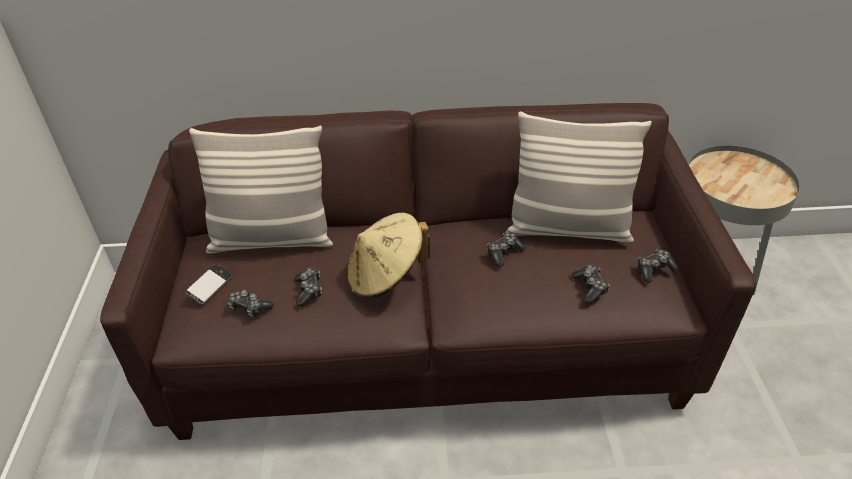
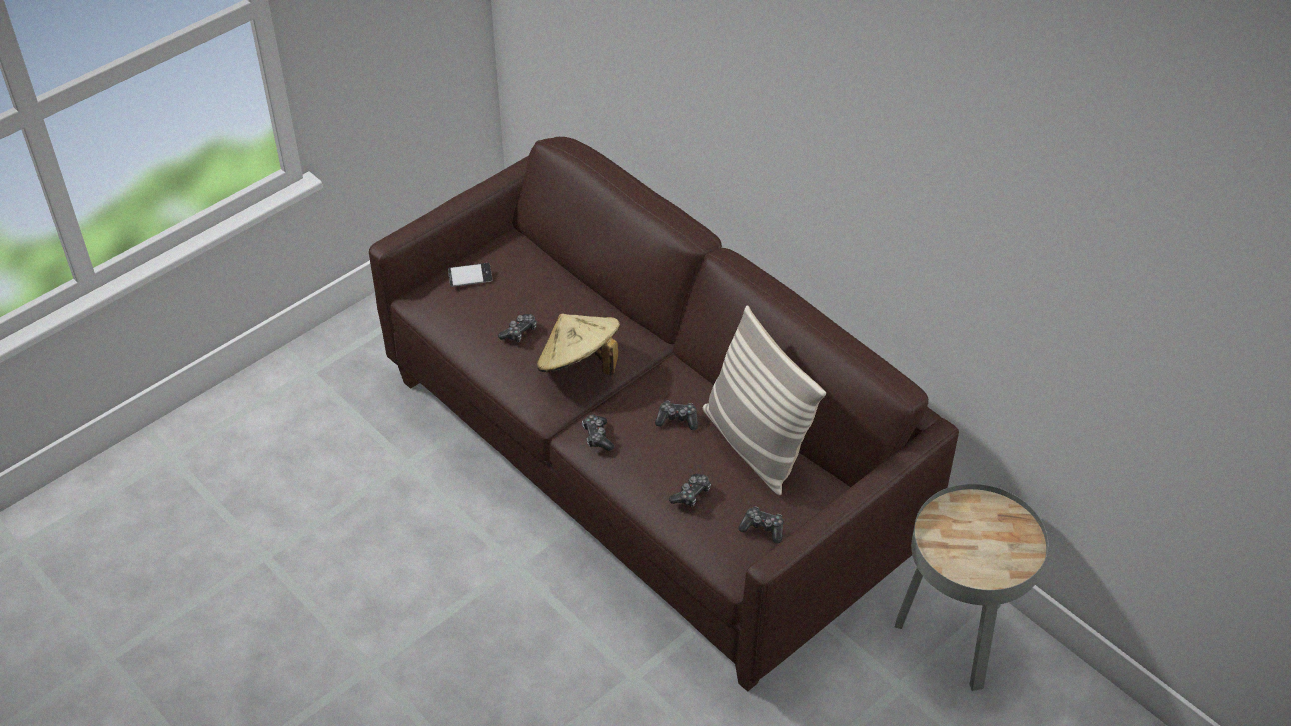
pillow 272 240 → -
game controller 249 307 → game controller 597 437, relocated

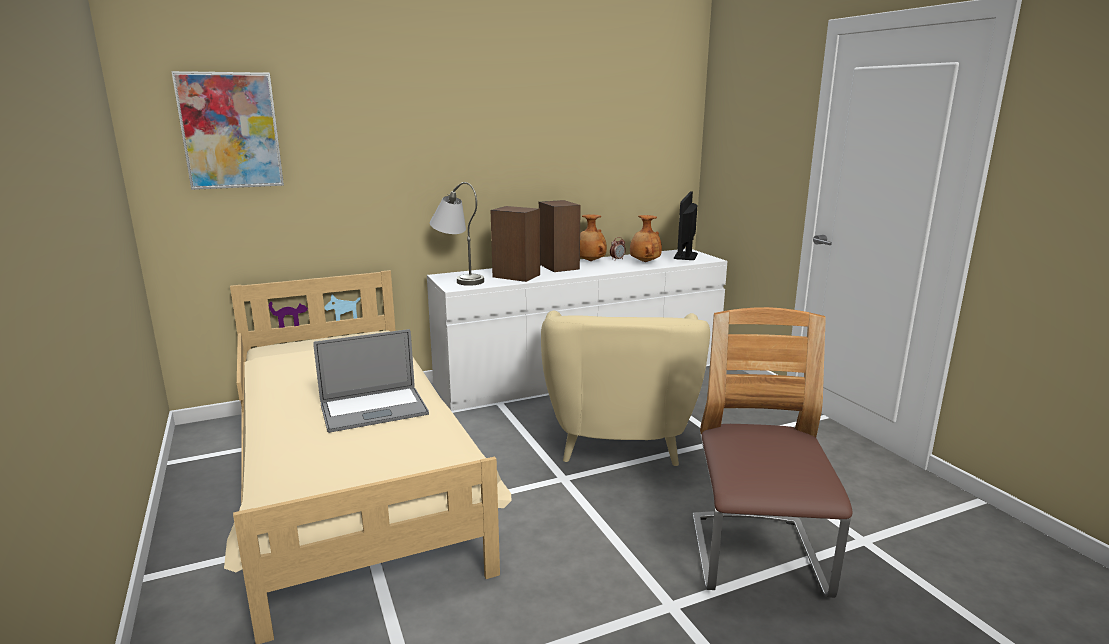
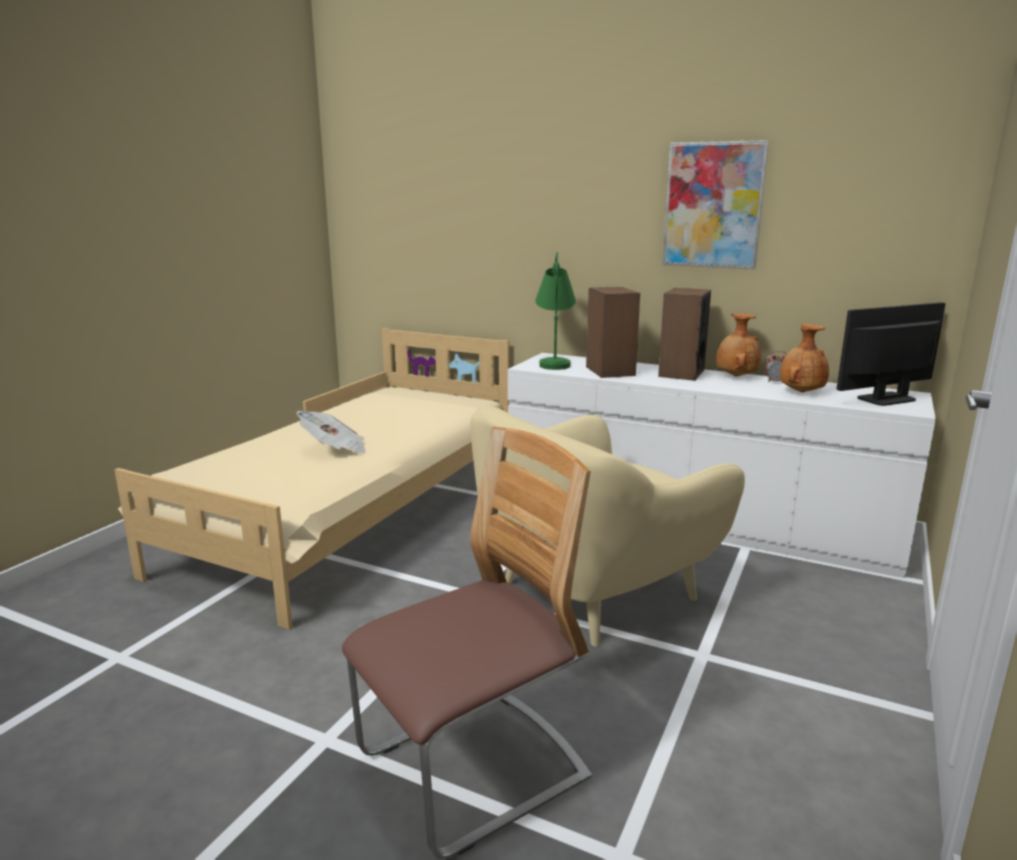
picture 230 131 → picture 713 205, relocated
laptop 374 409 → newspaper 335 449
grey table lamp 458 278 → green table lamp 555 361

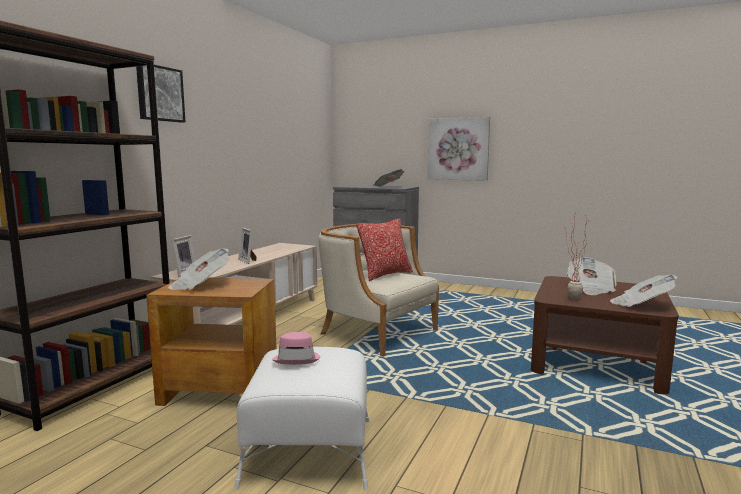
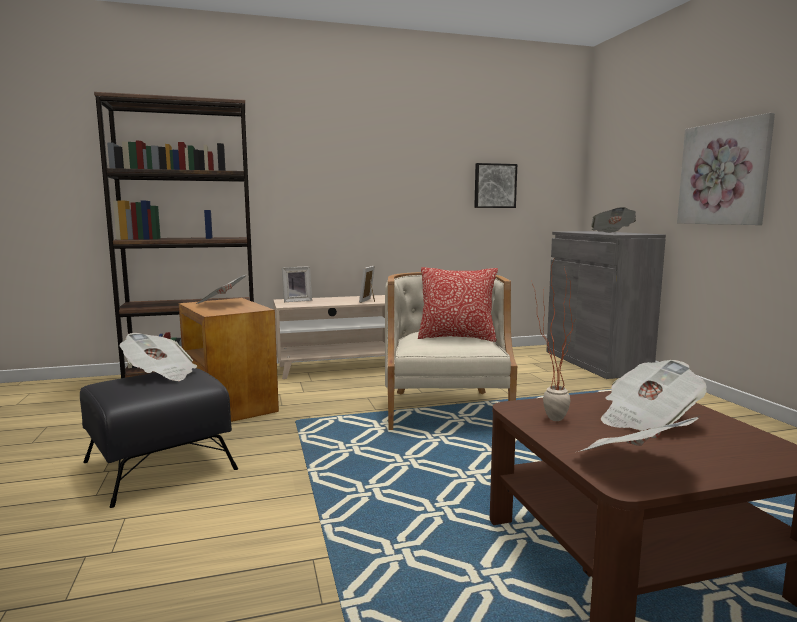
picture 159 94 → picture 494 186, relocated
pink hat 297 359 → newspaper 161 374
white ottoman 310 450 → black ottoman 161 465

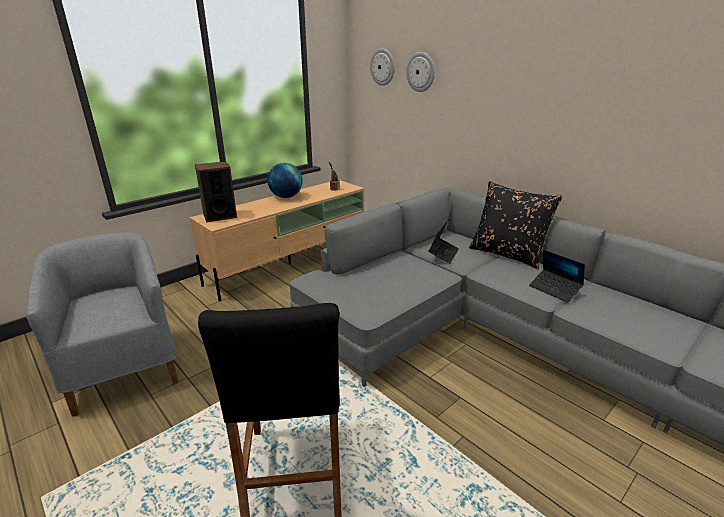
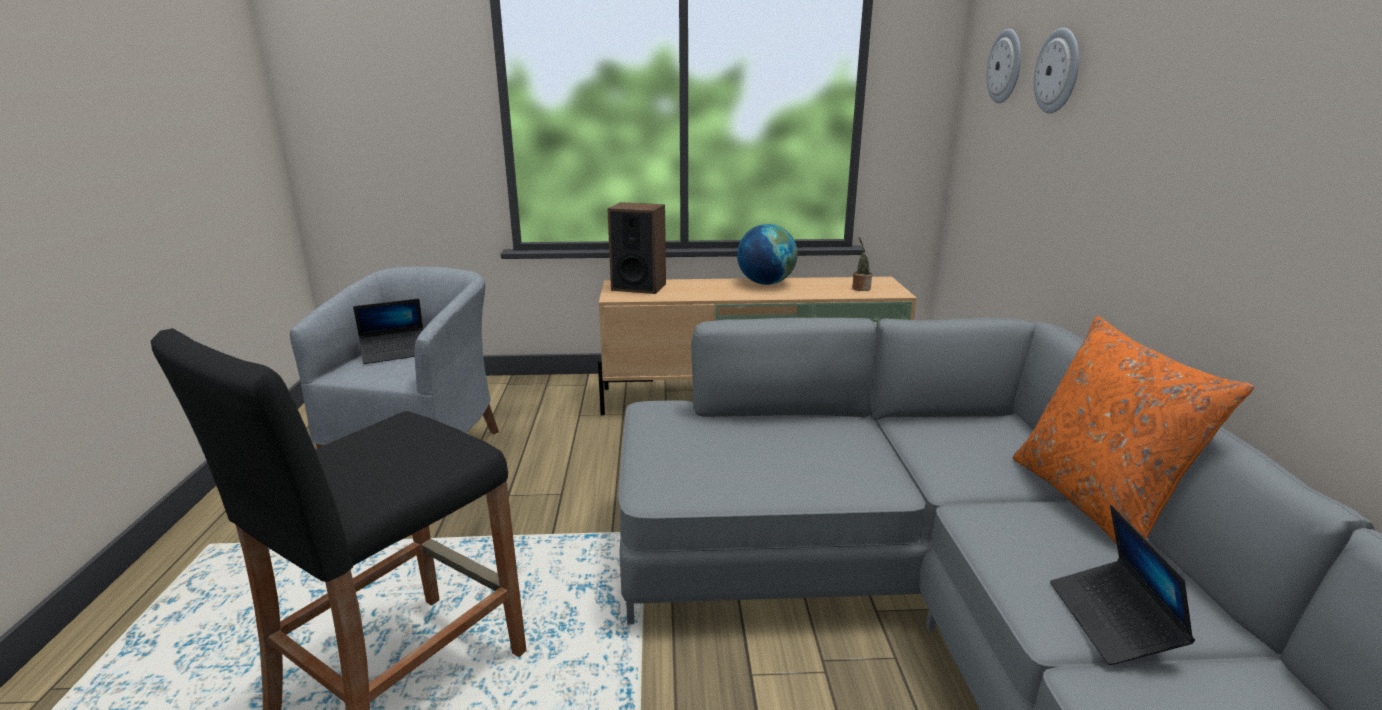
laptop 443 253 → laptop 395 353, relocated
black pillow 507 254 → orange pillow 1095 502

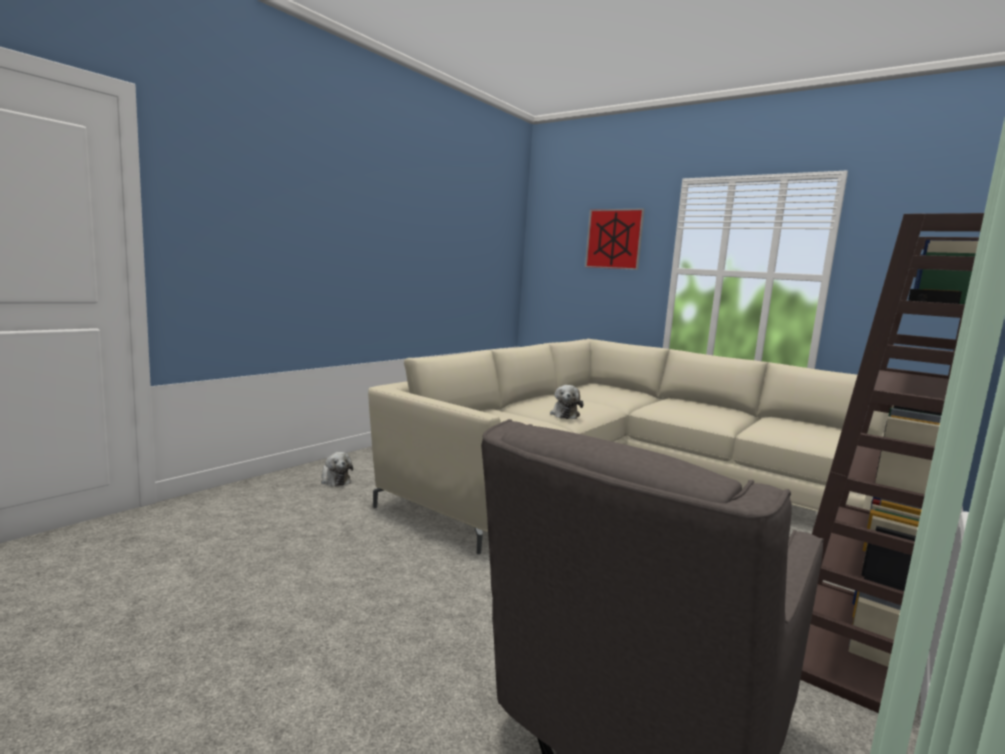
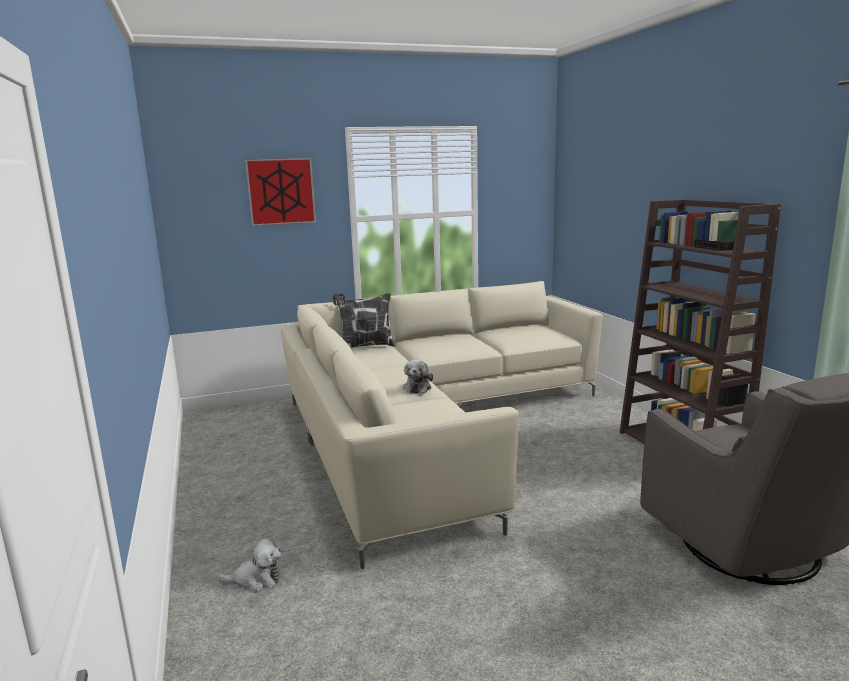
- → pillow 365 346
plush toy 564 414 → plush toy 417 387, 60 degrees clockwise

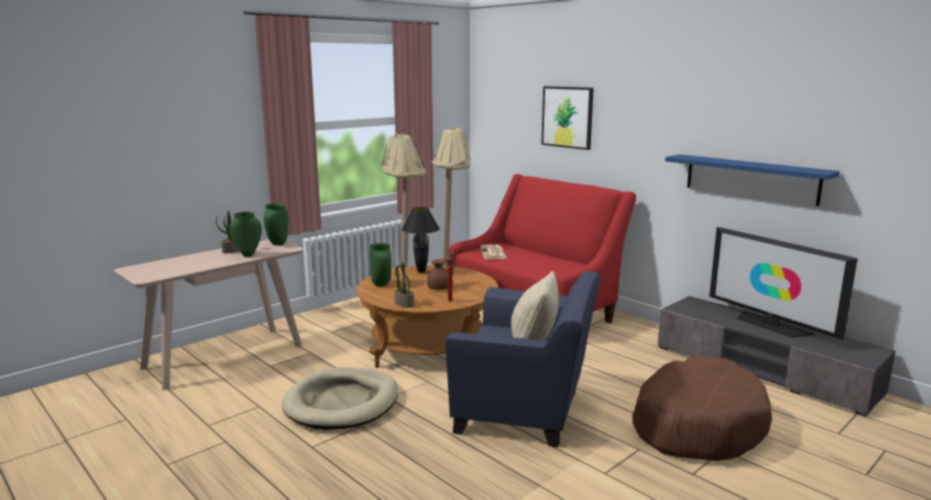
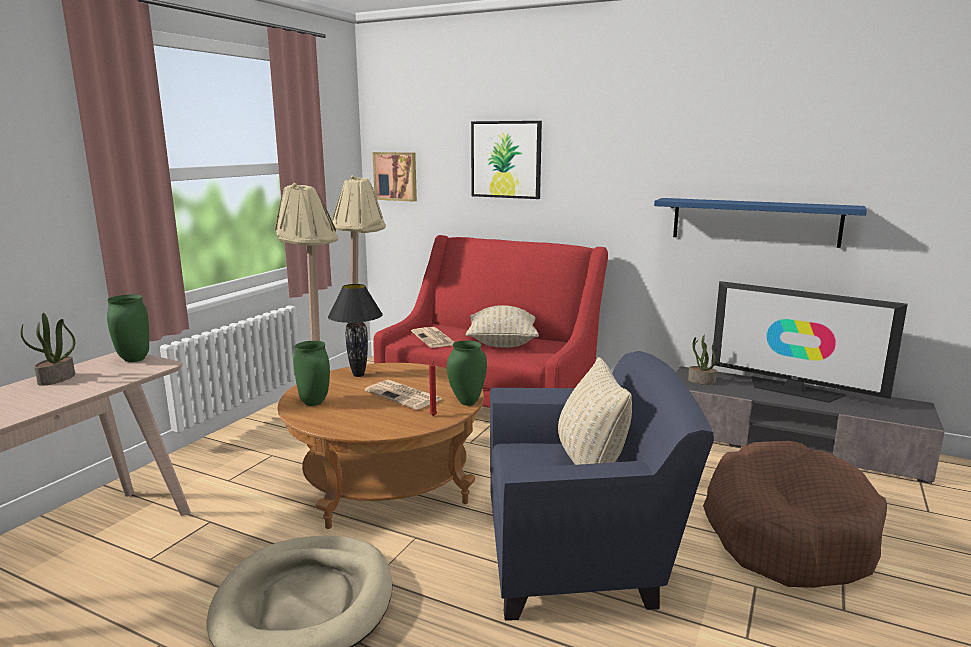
- → picture 396 176
- → beige pillow 502 344
green vase 248 255 → green vase 467 402, relocated
potted plant 404 304 → potted plant 701 381, relocated
brown teapot 441 287 → newspaper 404 395

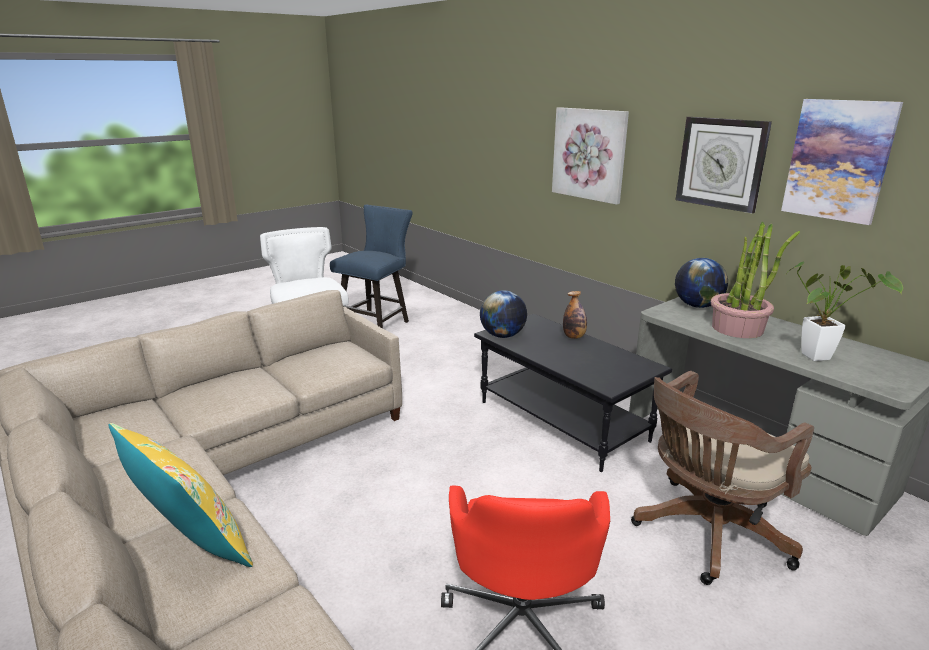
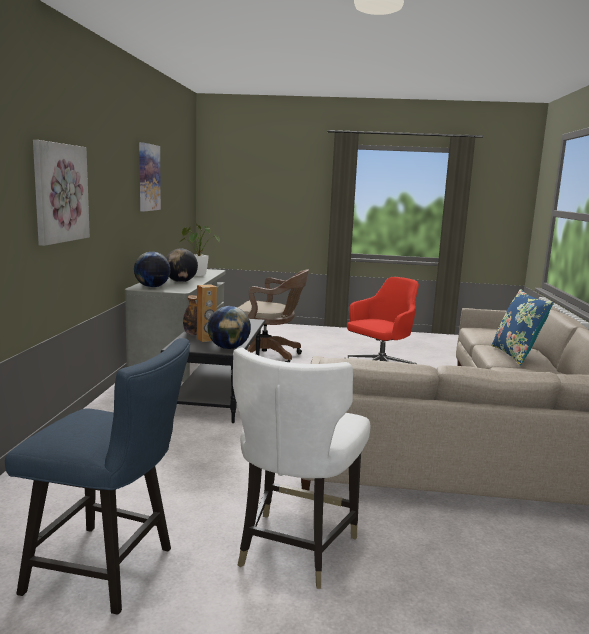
wall clock 721 163 → -
- → brown speaker 206 339
potted plant 738 328 → globe 181 282
yellow pillow 192 546 → blue pillow 516 355
blue chair 377 323 → blue chair 110 571, 150 degrees counterclockwise

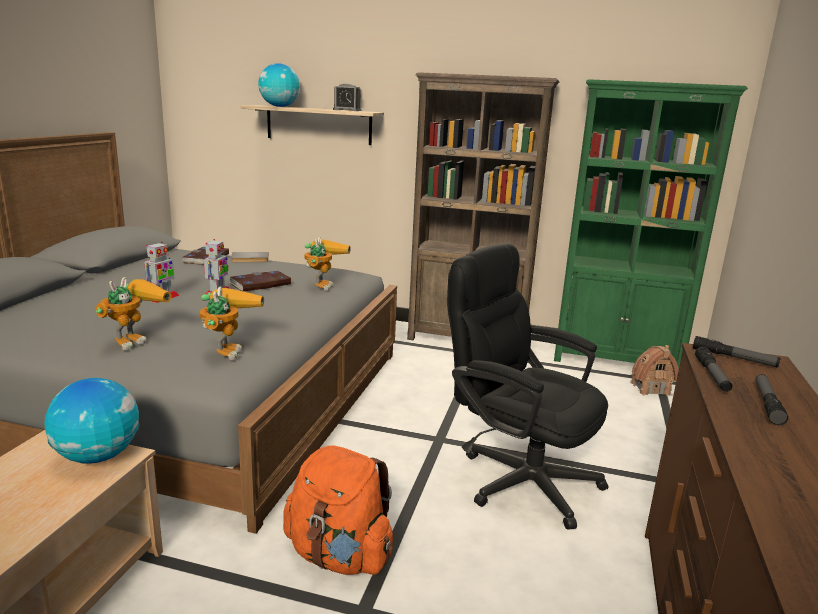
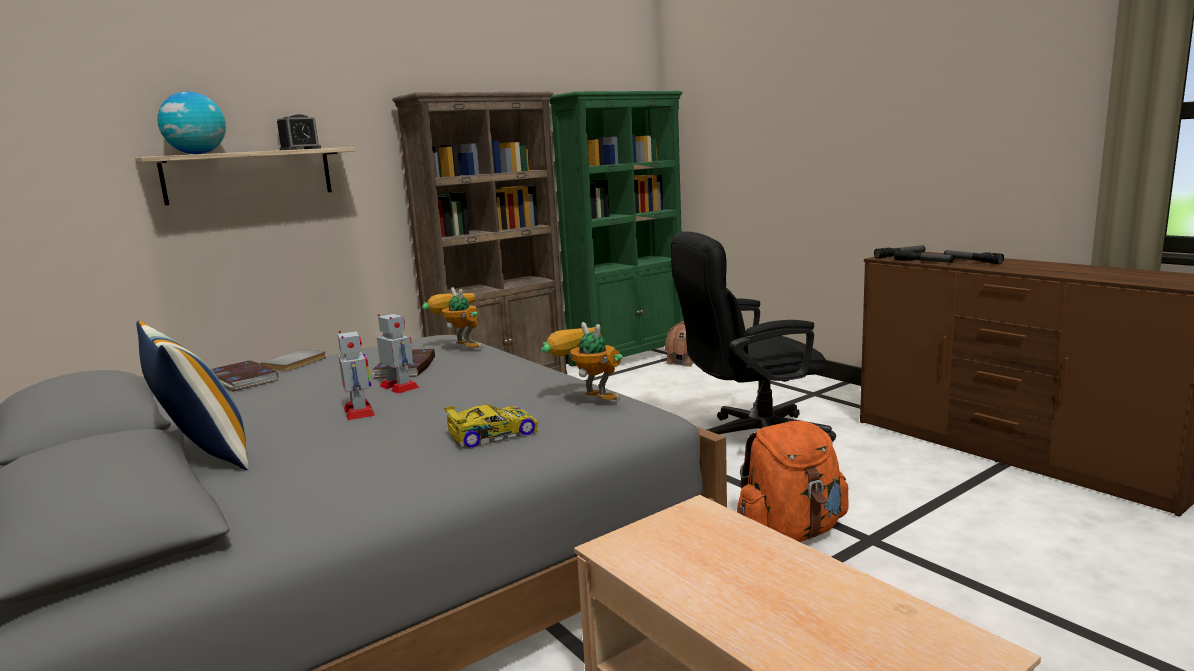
globe 97 456 → -
- → pillow 204 456
toy robot 136 340 → toy car 491 434

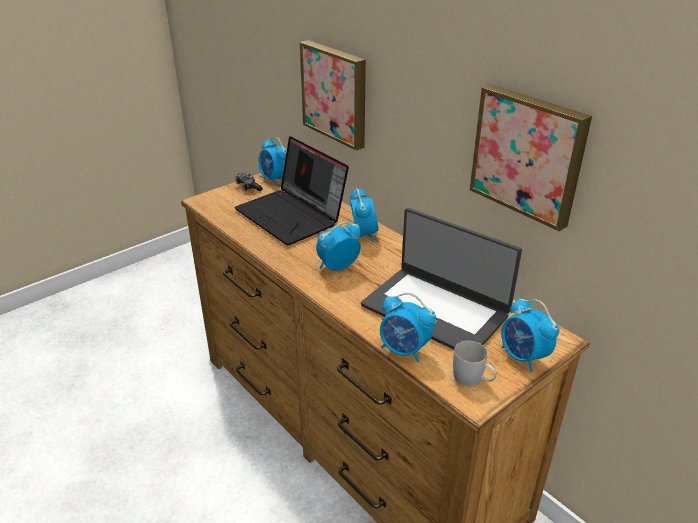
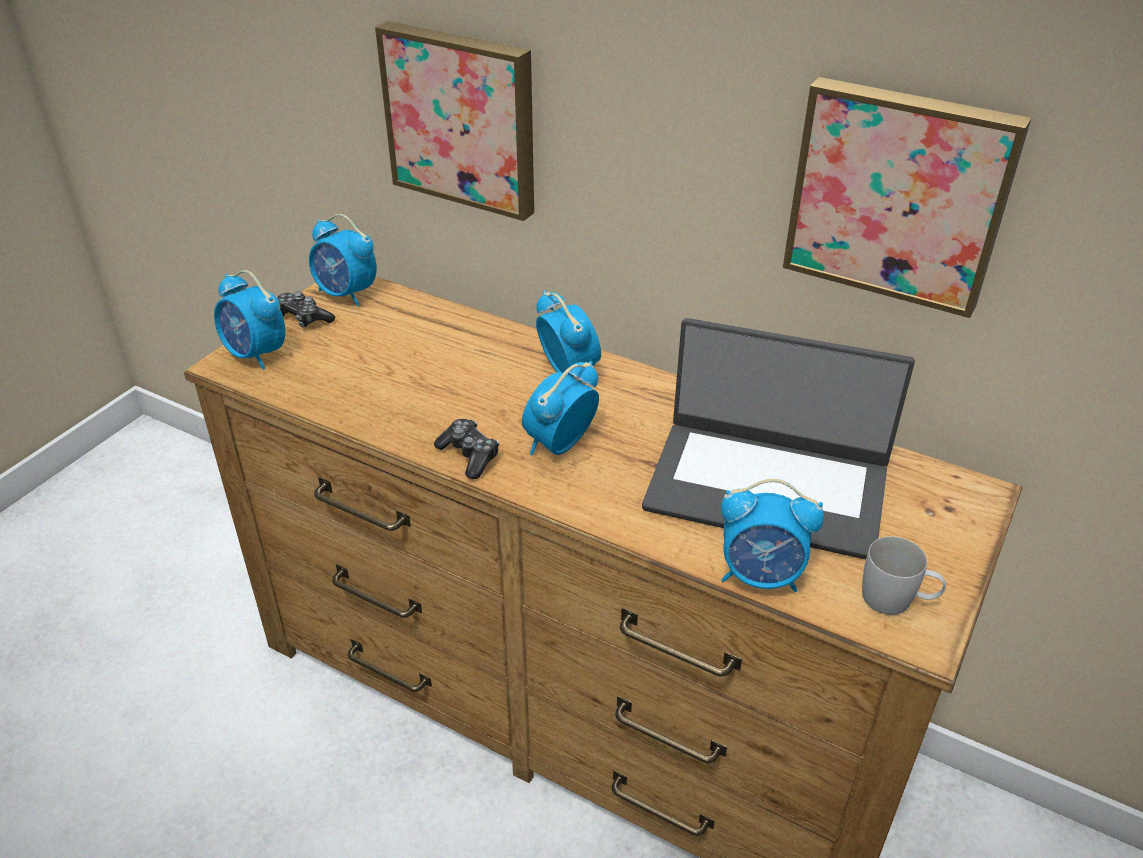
laptop 292 216 → -
- → game controller 469 455
alarm clock 523 357 → alarm clock 256 355, relocated

